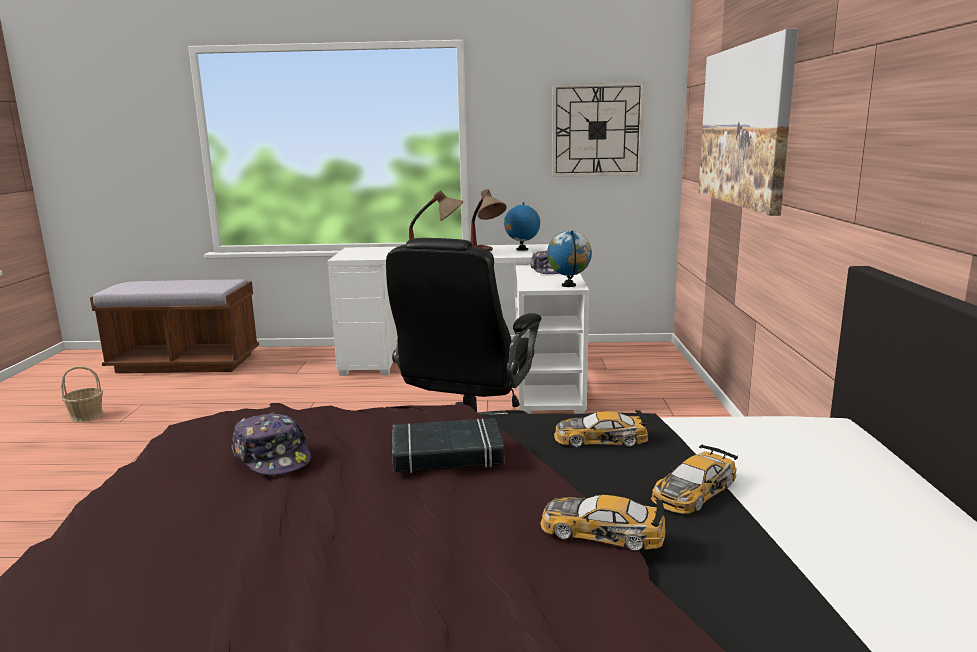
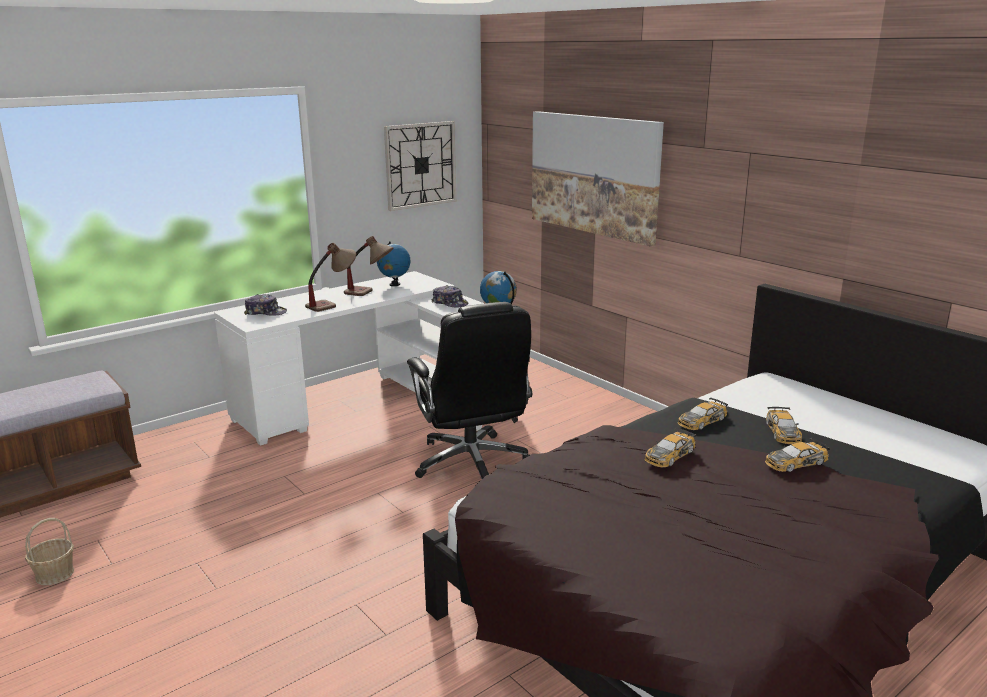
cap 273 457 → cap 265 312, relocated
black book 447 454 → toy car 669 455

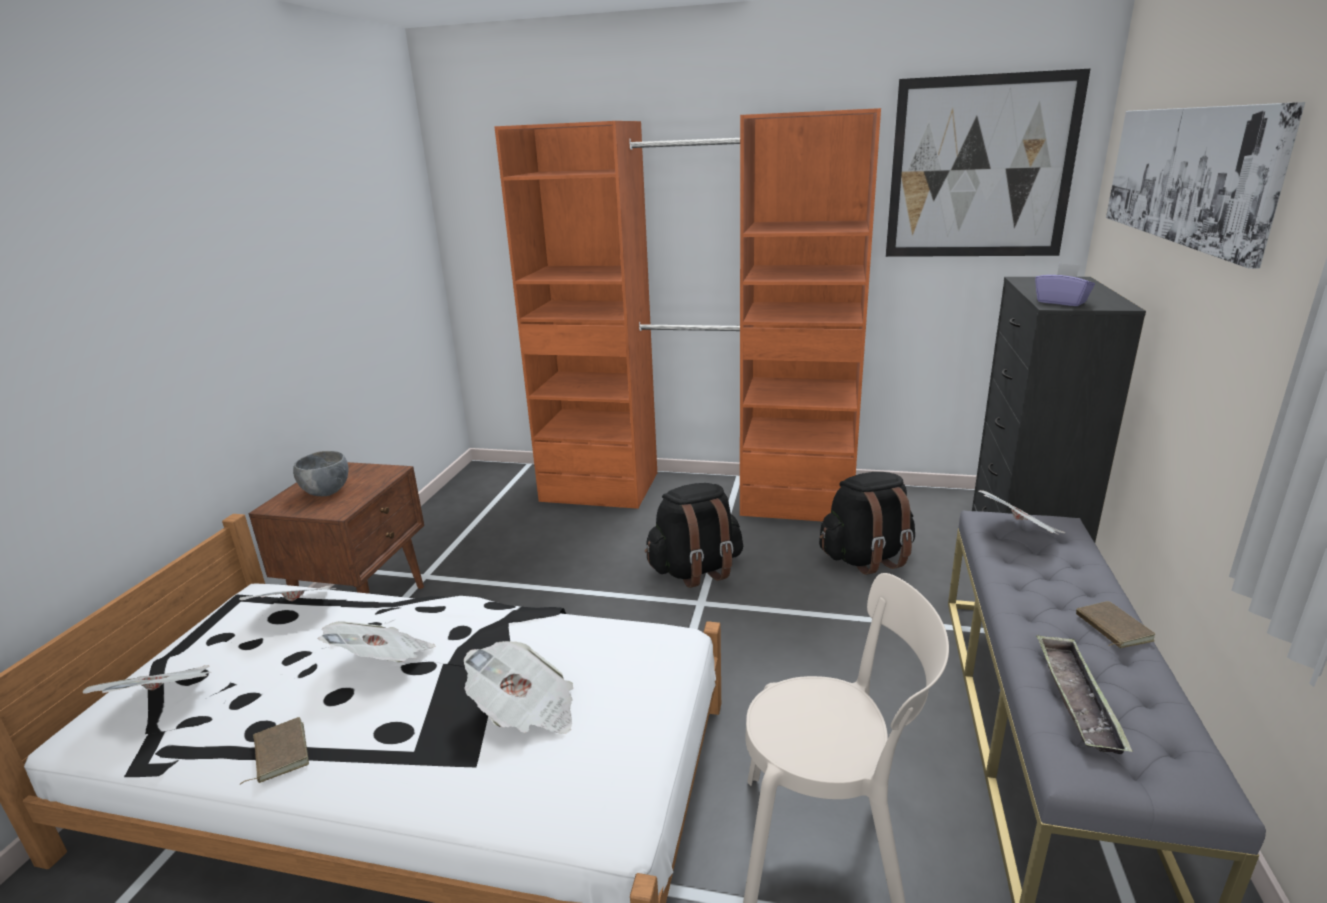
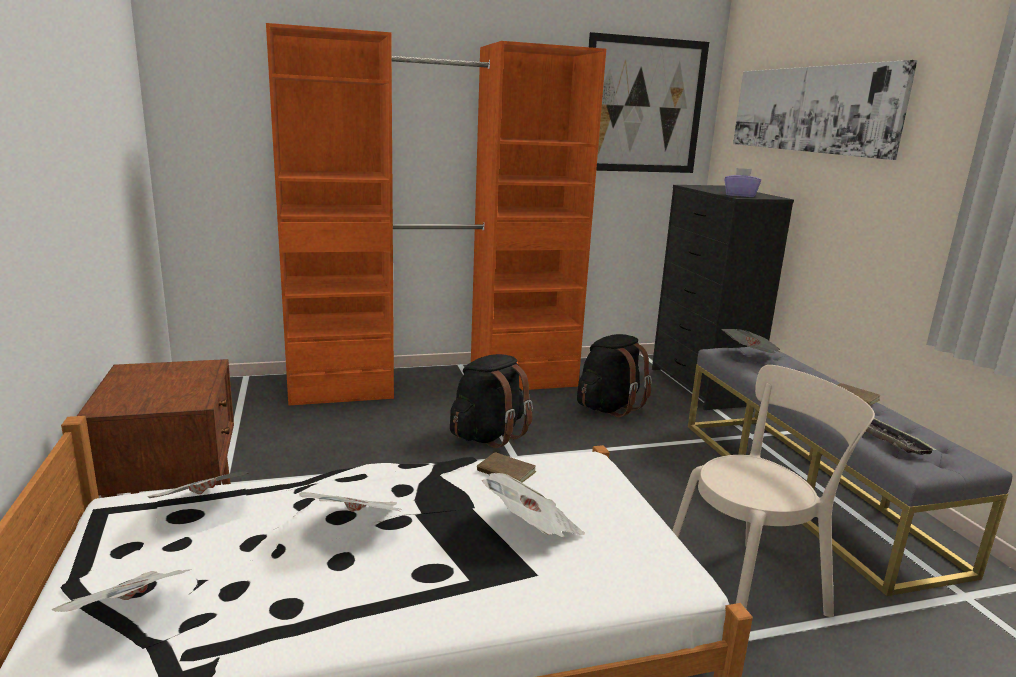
grey bowl 326 492 → -
brown book 279 753 → brown book 505 472, relocated

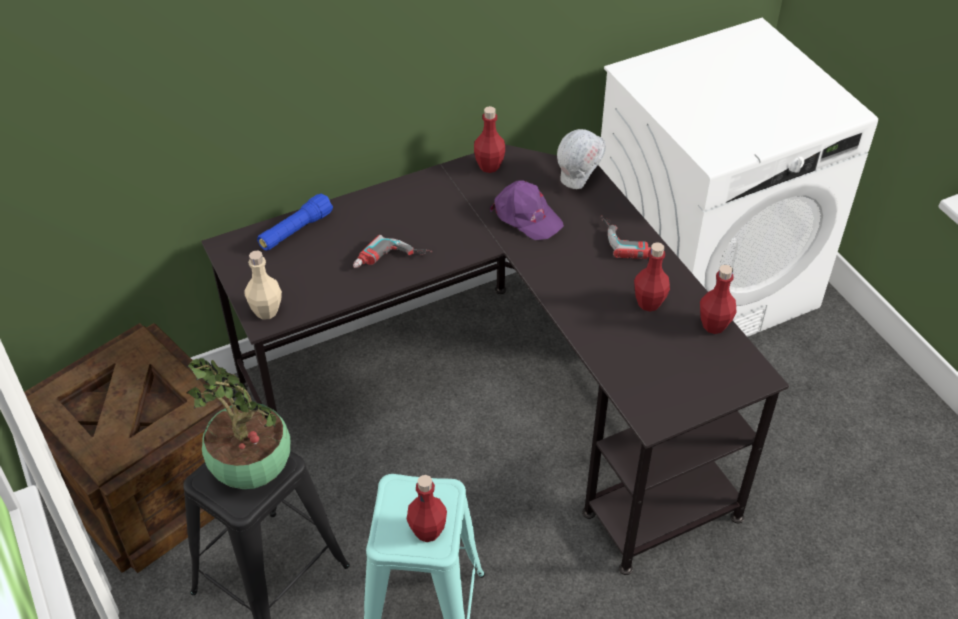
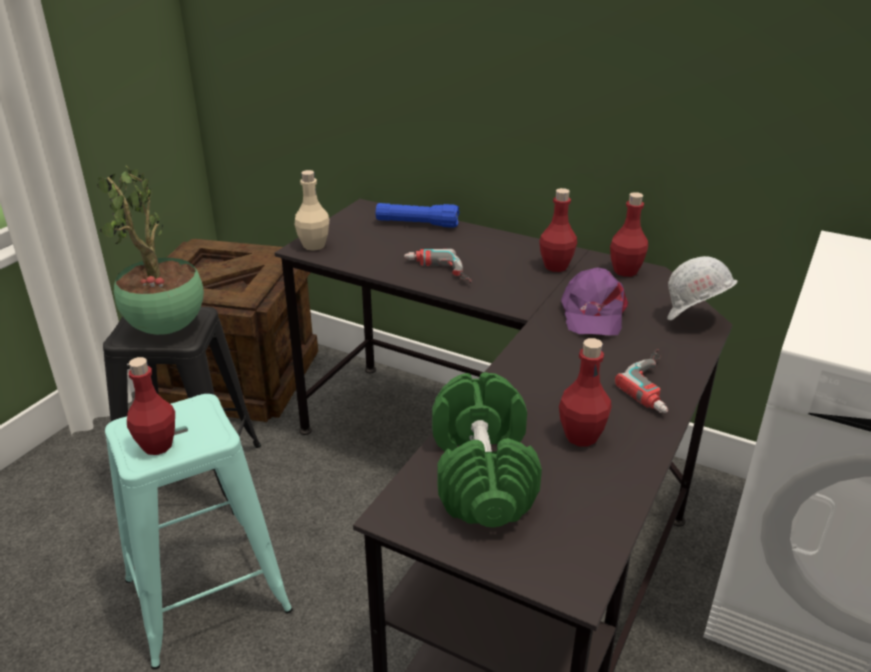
- → green dumbbell 483 474
red bottle 714 325 → red bottle 556 266, relocated

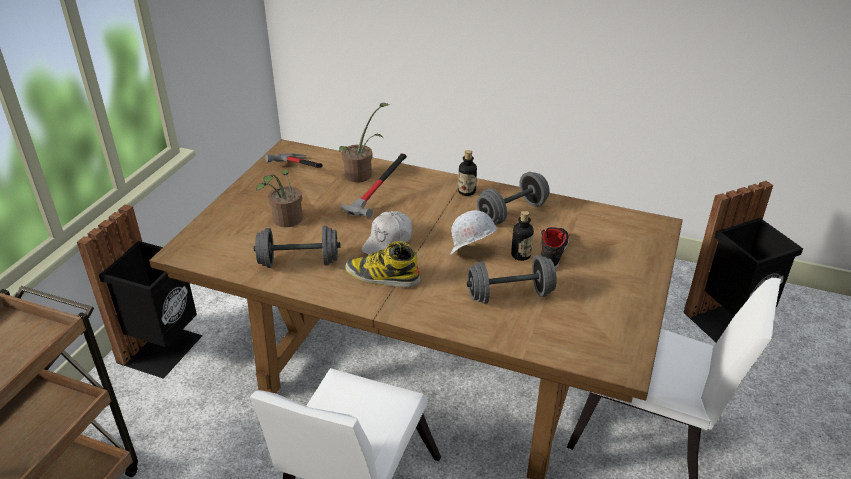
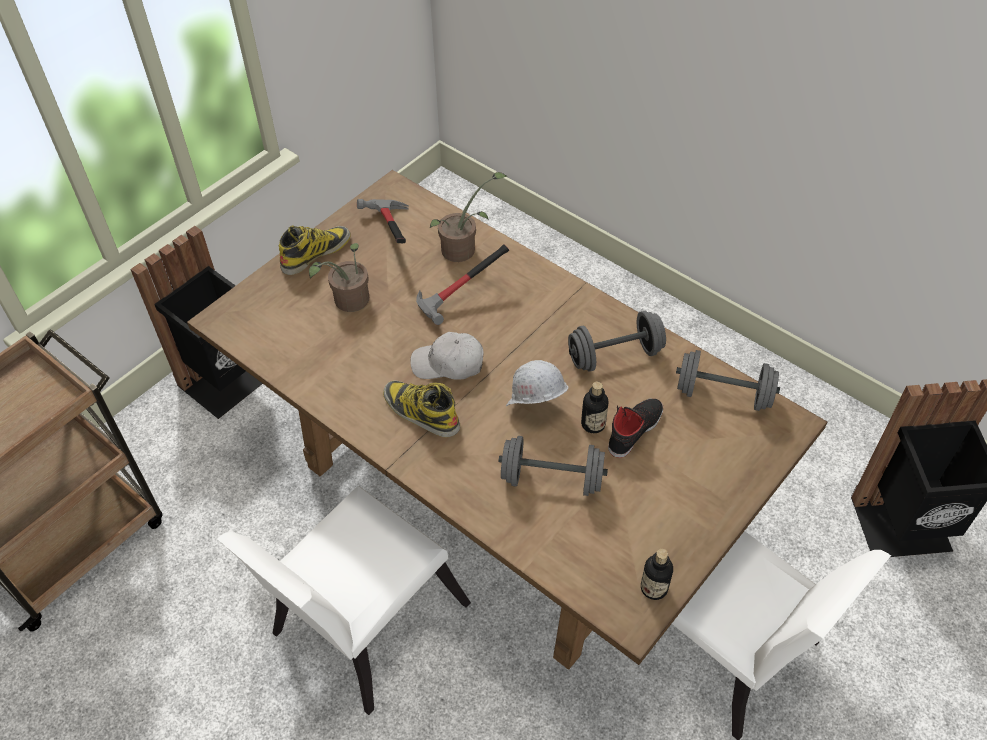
- → boot 316 253
grey dumbbell 299 262 → grey dumbbell 723 394, relocated
bottle 466 191 → bottle 654 588, relocated
white cap 388 242 → white cap 448 364, 45 degrees clockwise

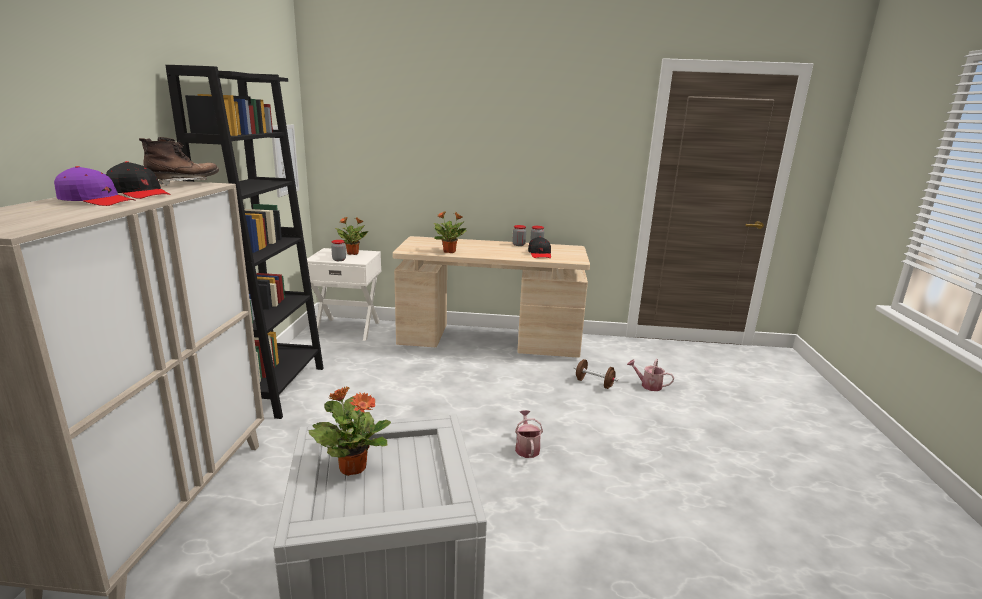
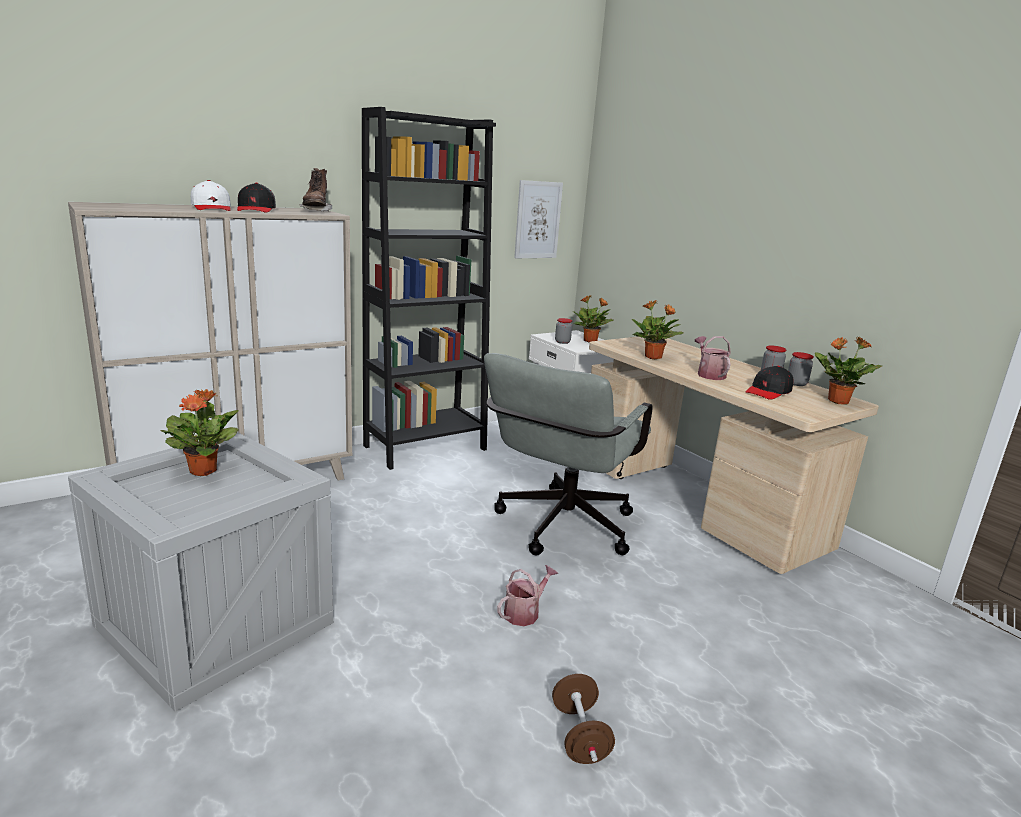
- → grey office chair 559 529
- → potted plant 837 401
brown dumbbell 594 383 → brown dumbbell 579 735, relocated
watering can 648 385 → watering can 709 374, relocated
purple cap 96 201 → white cap 212 208
brown boot 184 184 → brown boot 316 211, 75 degrees clockwise

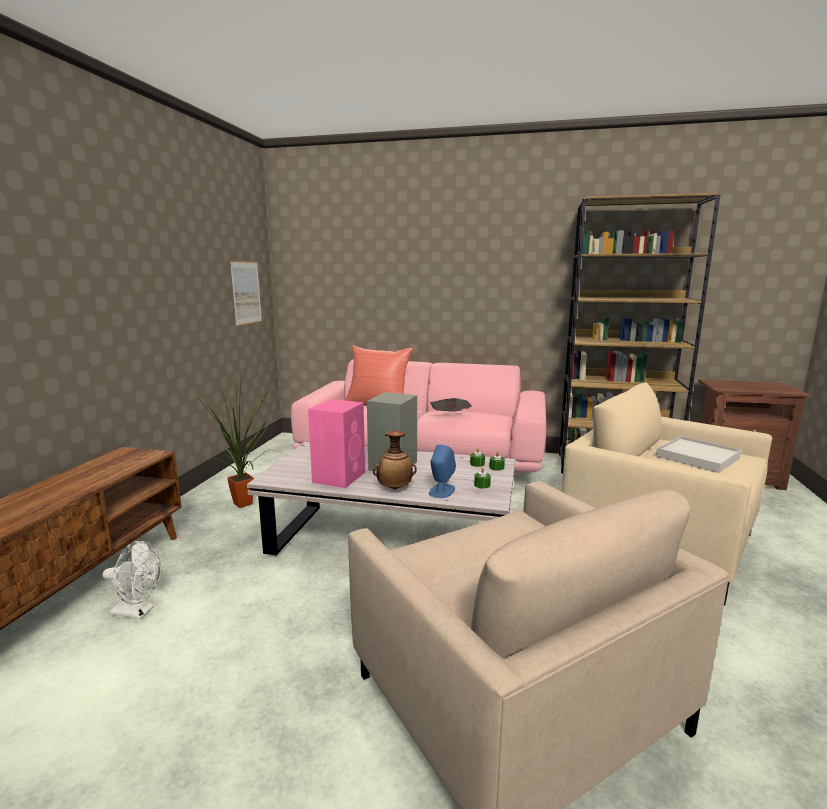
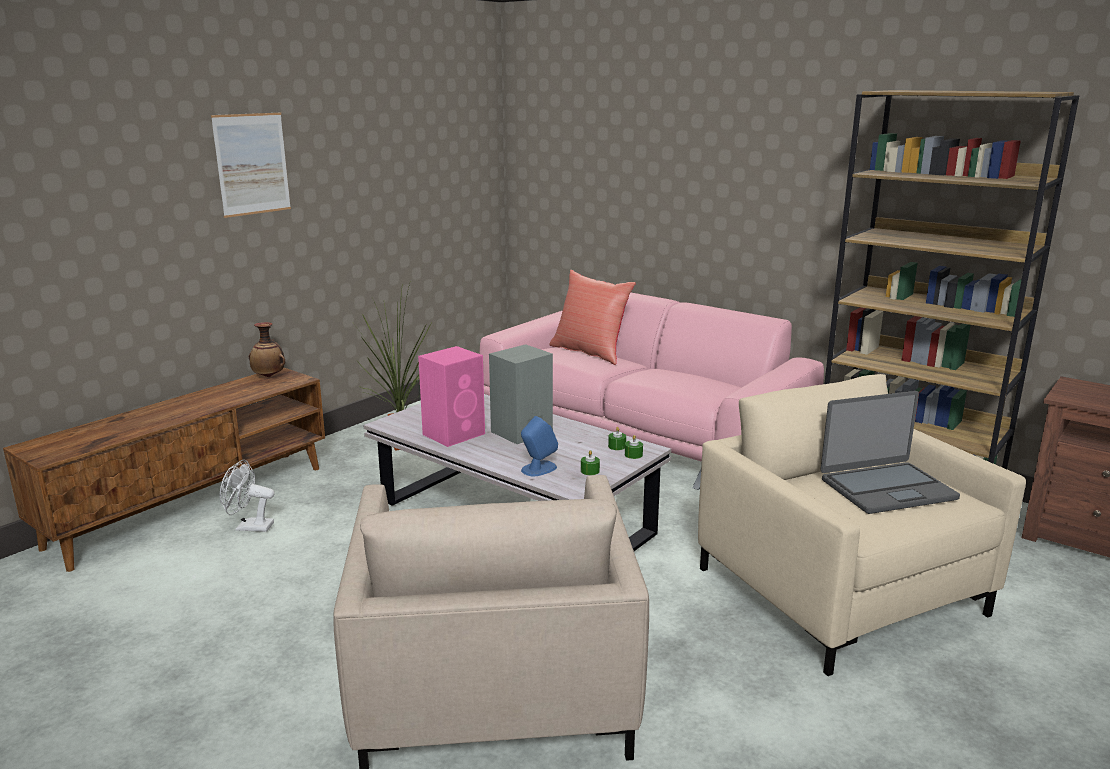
newspaper 450 416 → -
picture 246 292 → picture 252 164, relocated
vase 395 488 → vase 269 376, relocated
white tray 697 457 → laptop 886 488
white fan 138 612 → white fan 249 527, 150 degrees clockwise

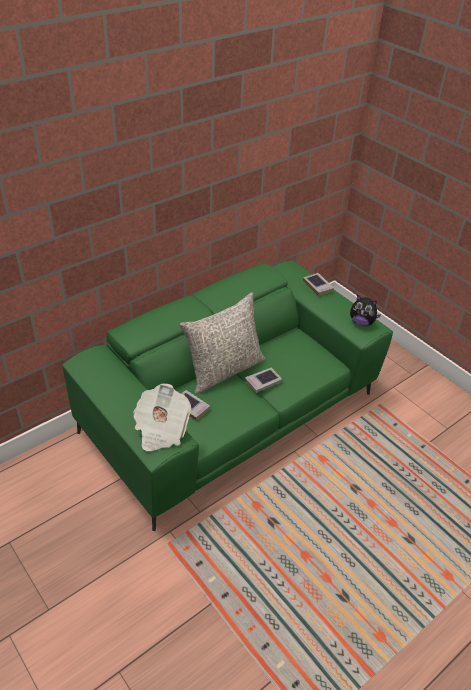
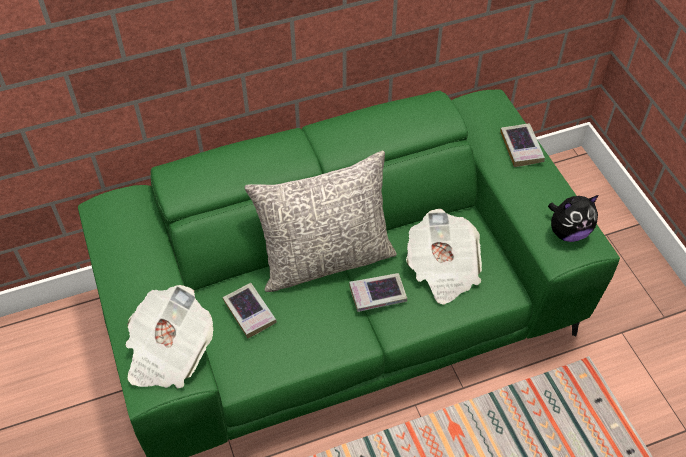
- → newspaper 442 270
plush toy 361 322 → plush toy 568 232, 60 degrees counterclockwise

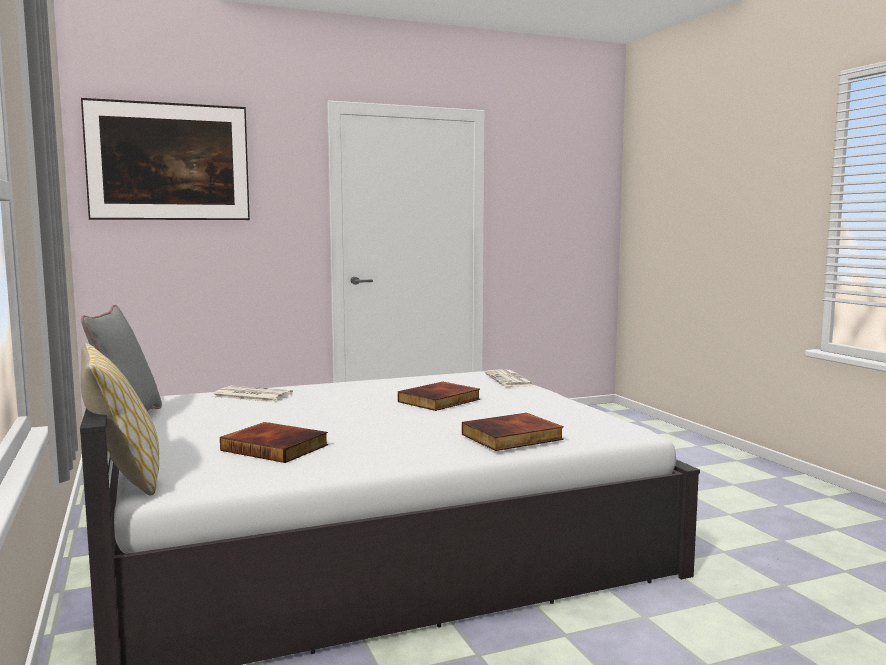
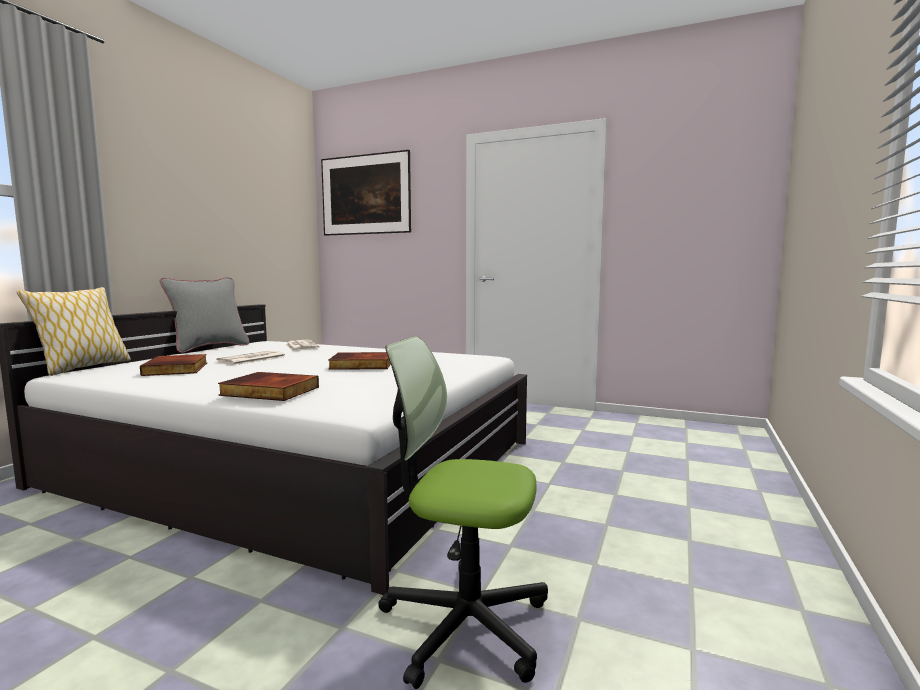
- → office chair 464 623
newspaper 510 380 → newspaper 252 359, relocated

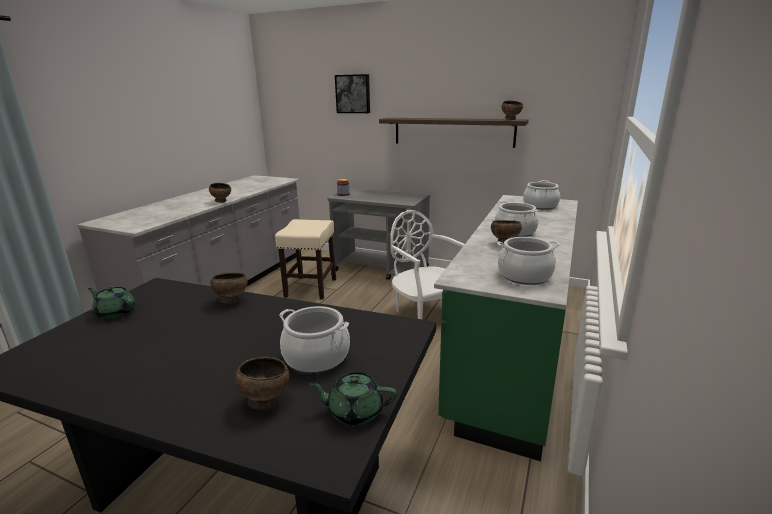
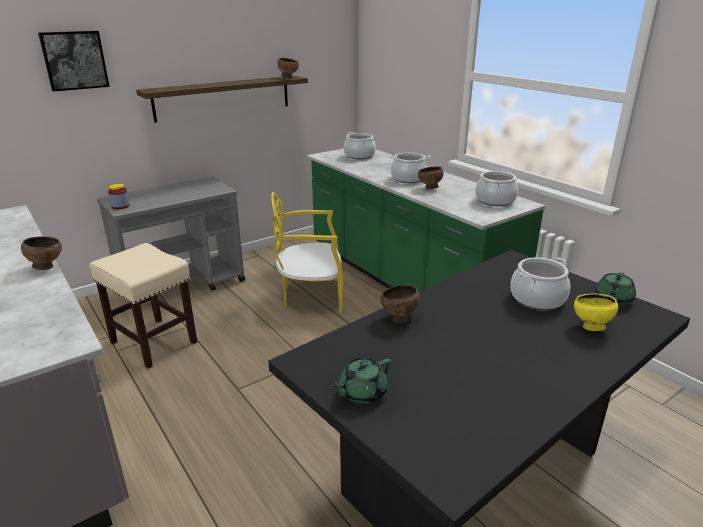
brown bowl 265 402 → yellow bowl 590 327
white chair 426 315 → yellow chair 311 296

